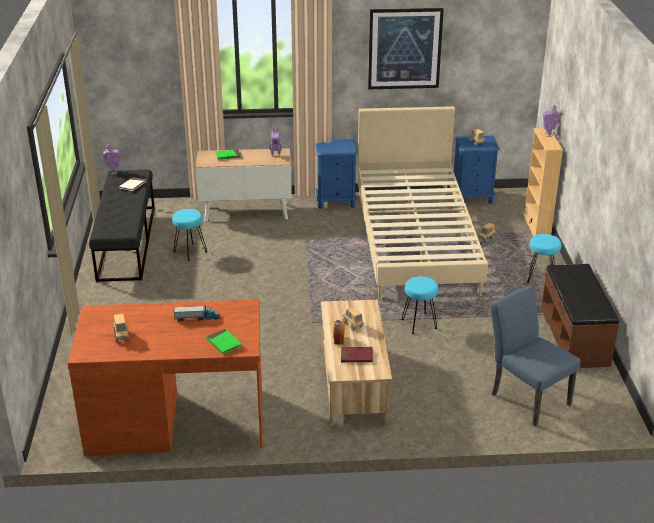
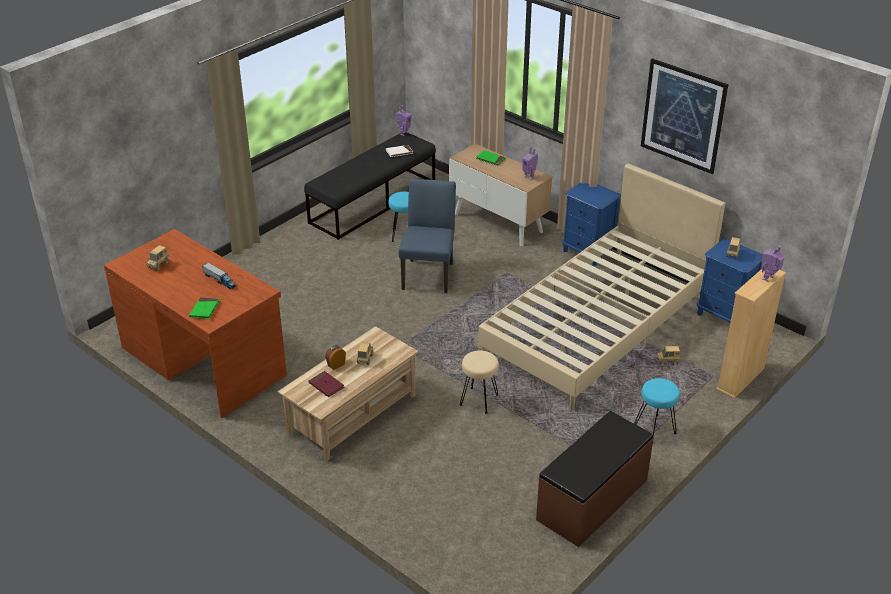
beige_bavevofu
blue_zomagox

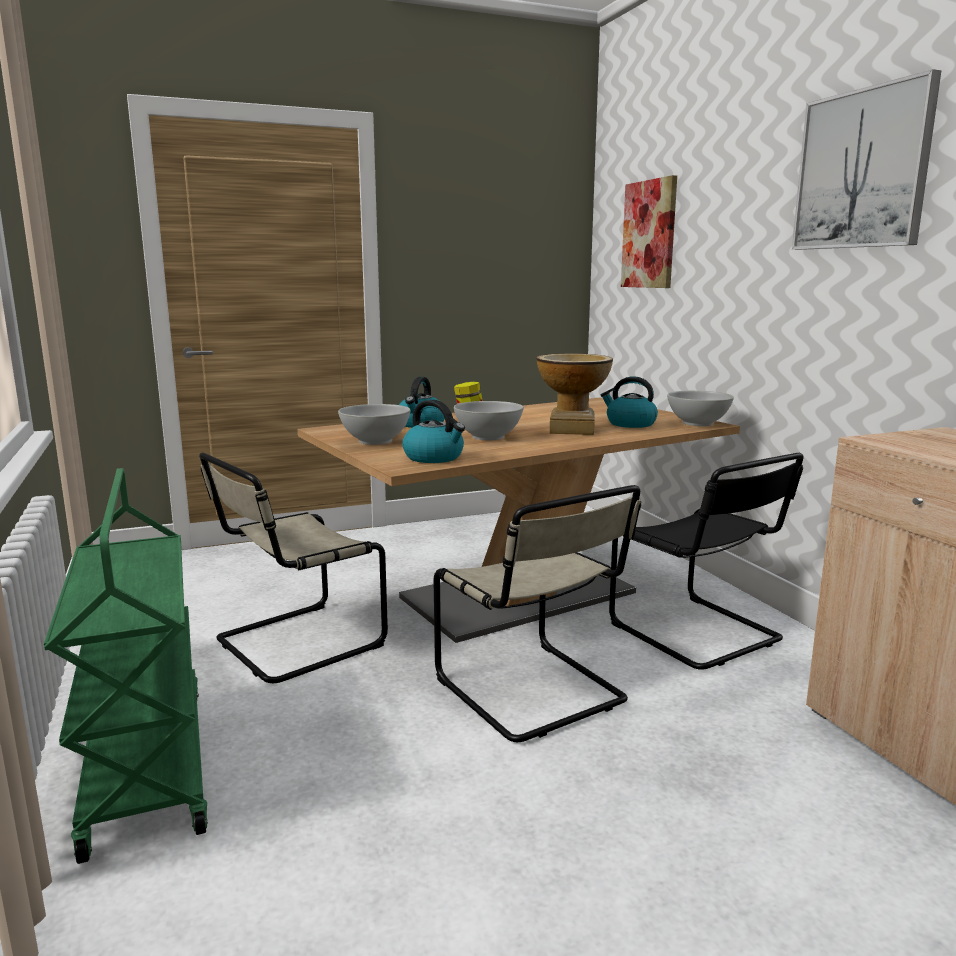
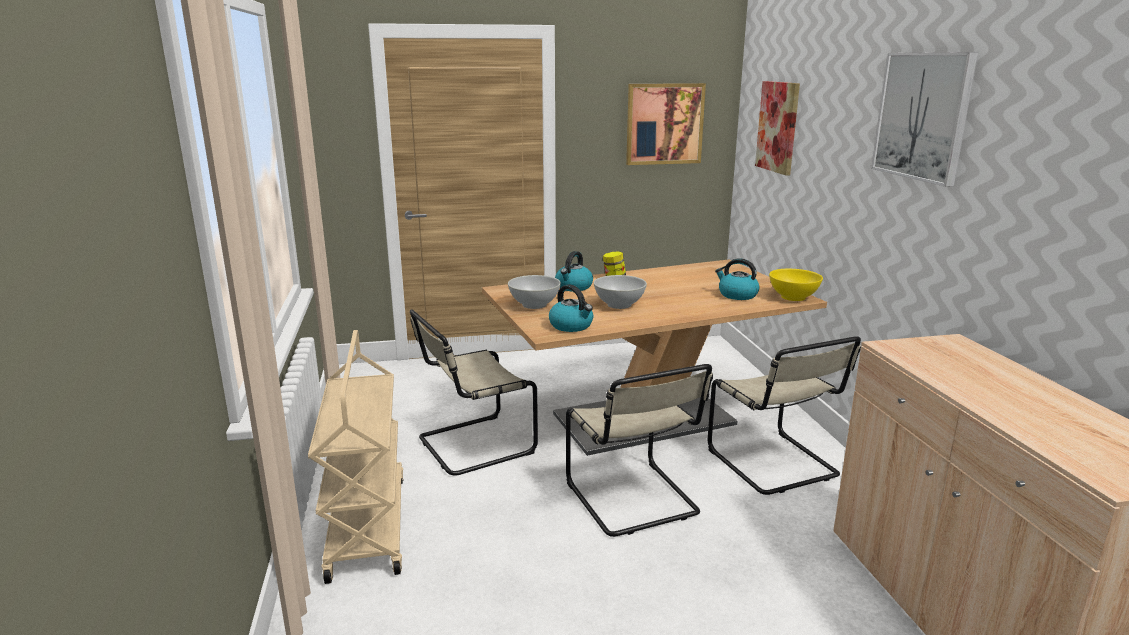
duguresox
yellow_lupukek
beige_zomagox (3rd from left)
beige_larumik
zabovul (1st from left)

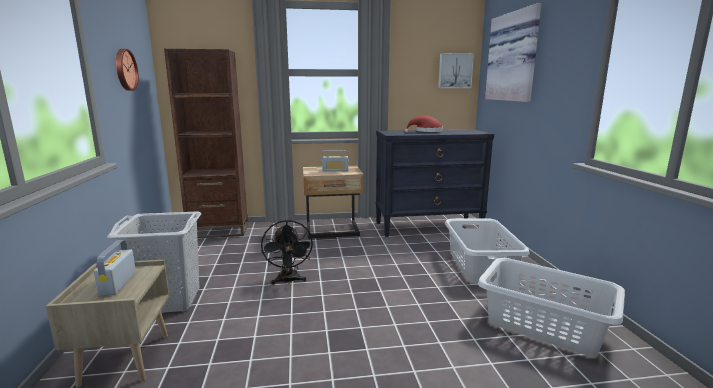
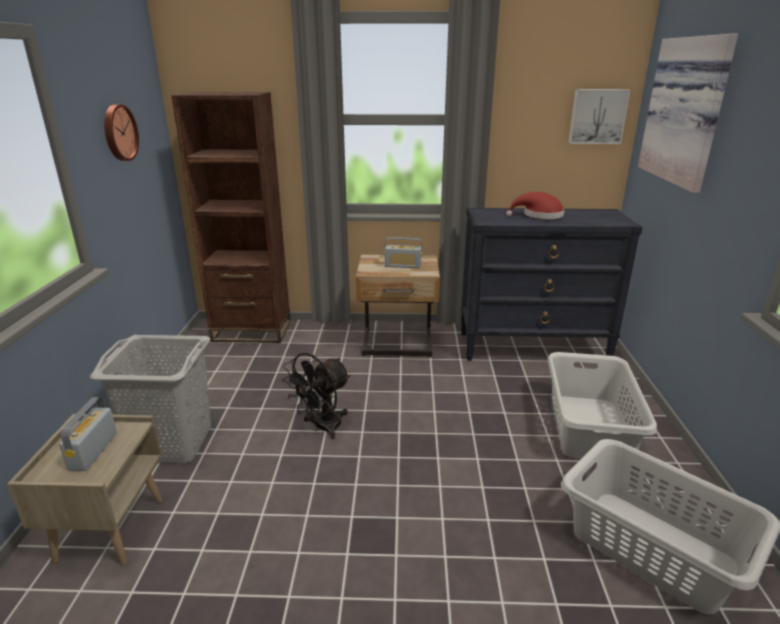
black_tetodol

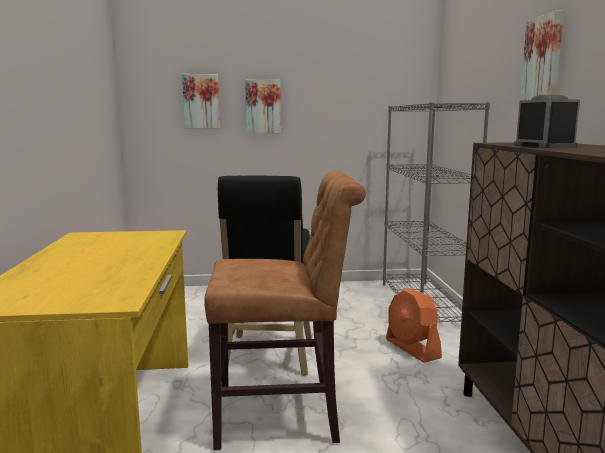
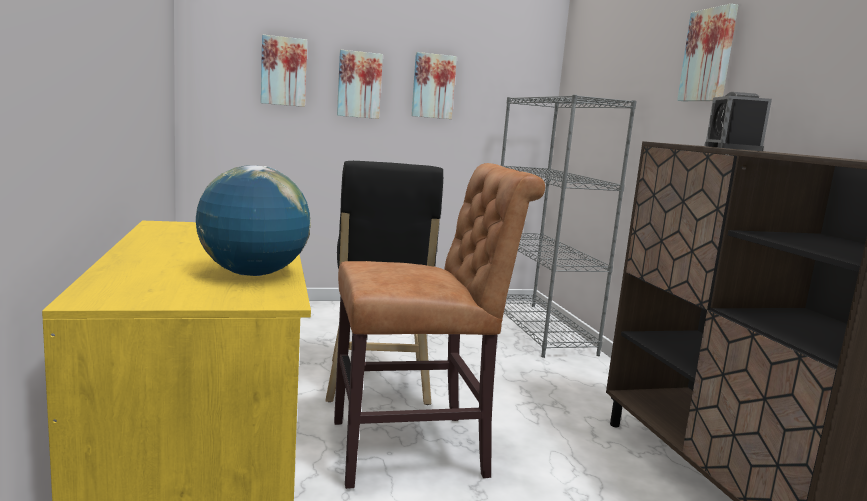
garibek
orange_tetodol
zabovul (3rd from left)
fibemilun

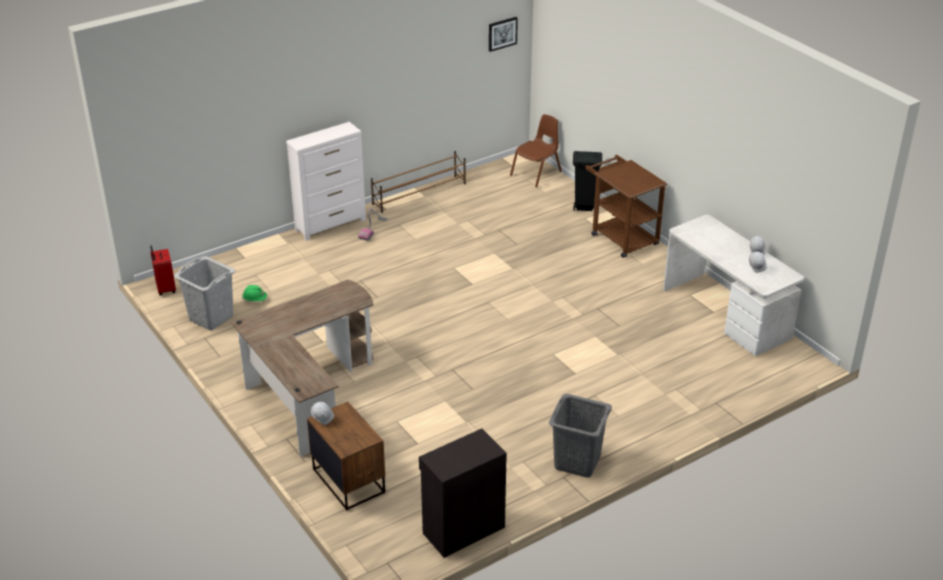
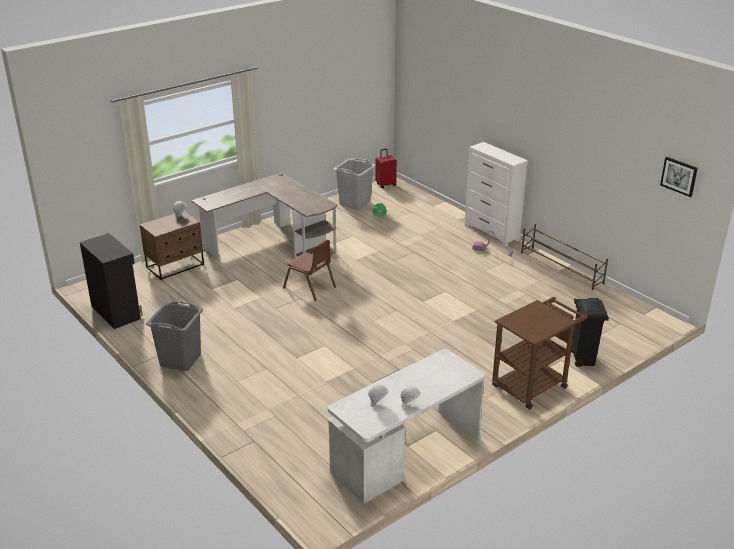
brown_zomagox

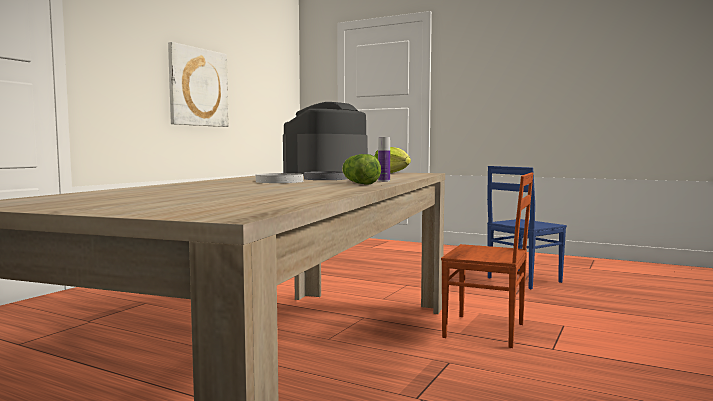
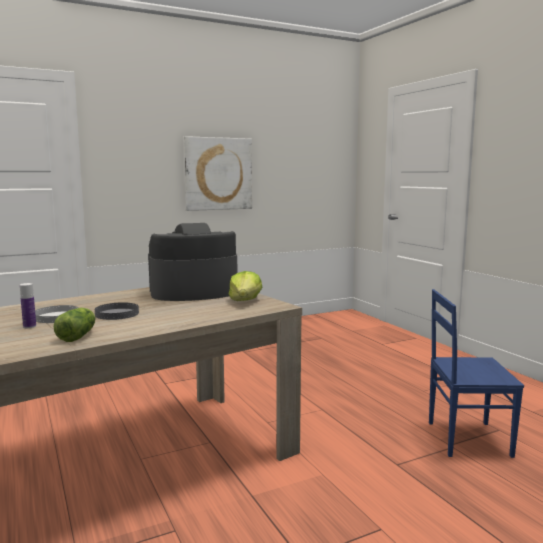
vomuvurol
brown_zomagox

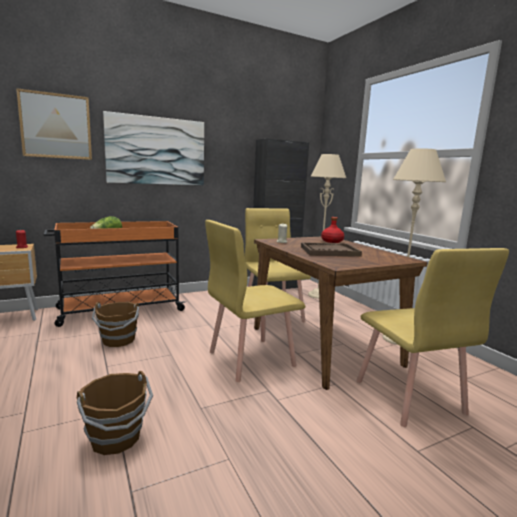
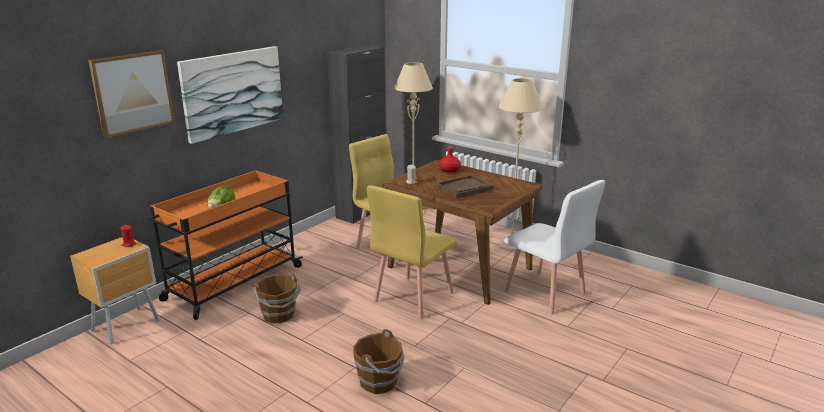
white_zomagox

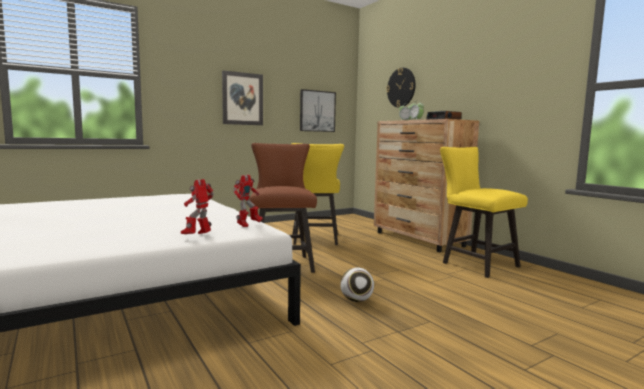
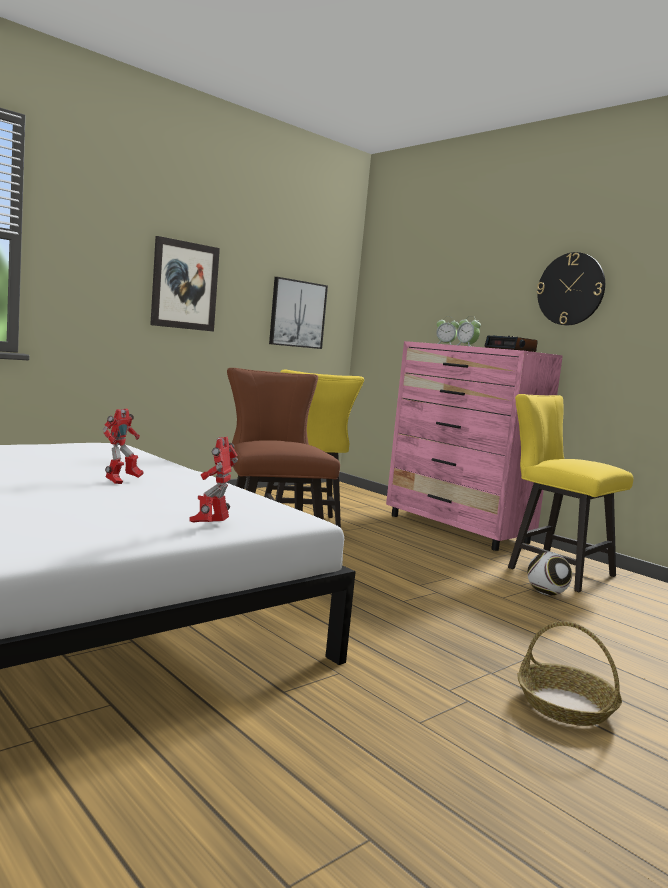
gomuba
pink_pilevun
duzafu (1st from left)
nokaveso
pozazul

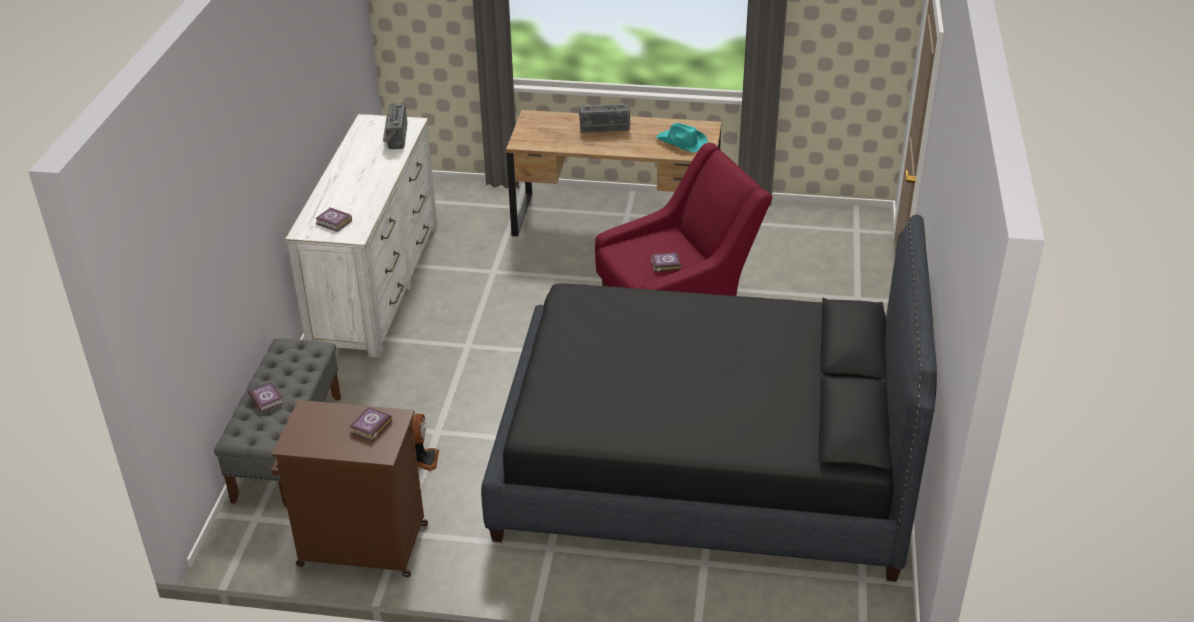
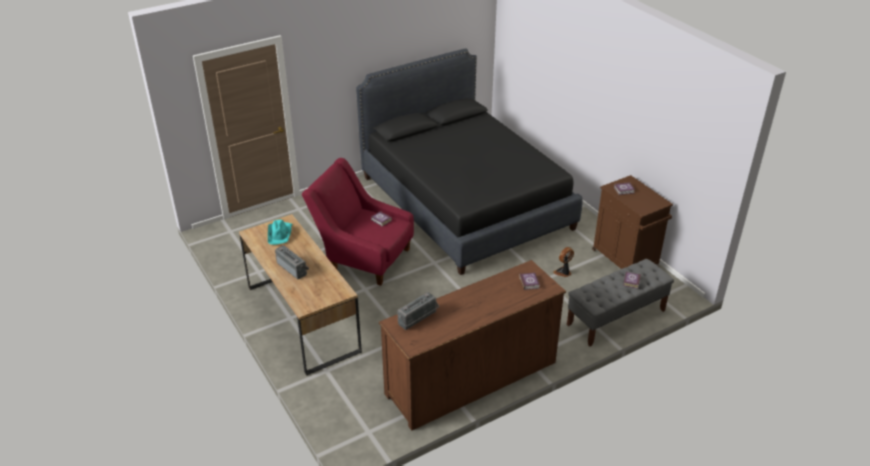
brown_pilevun

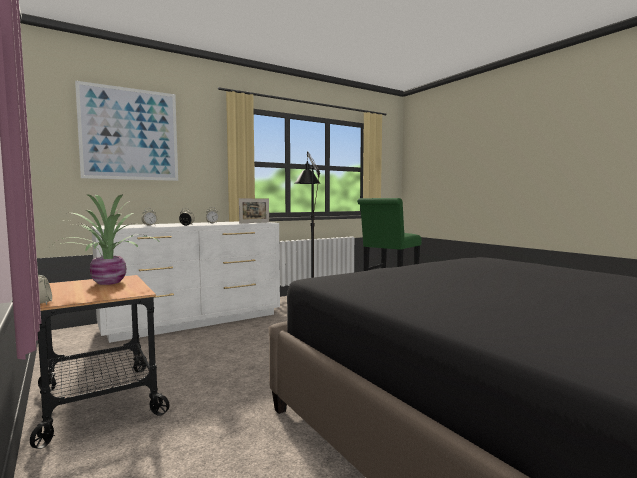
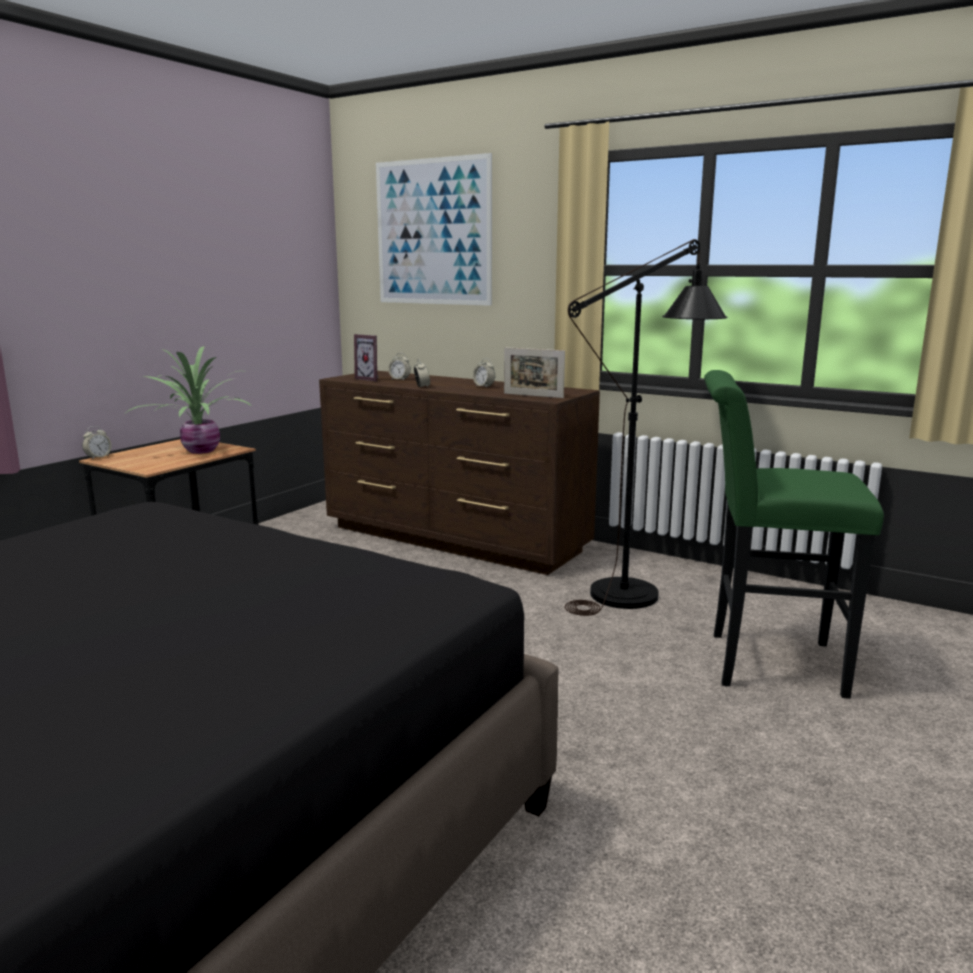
brown_pilevun
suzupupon (1st from left)

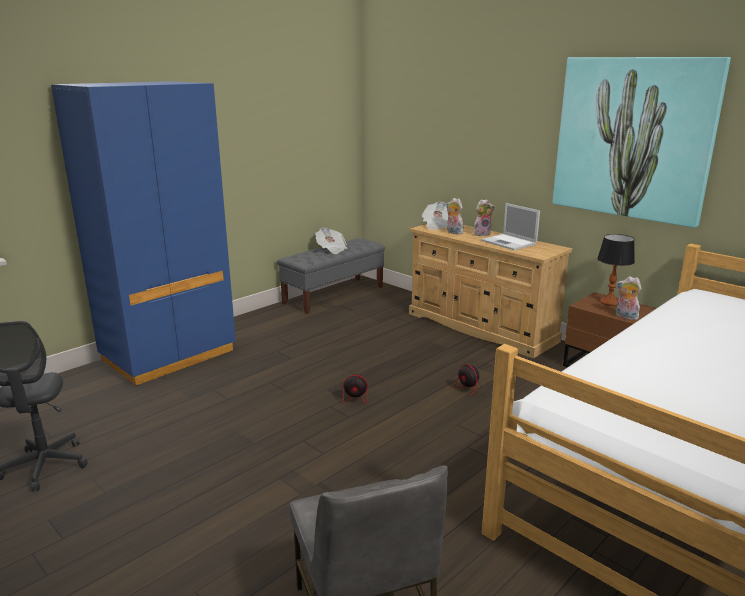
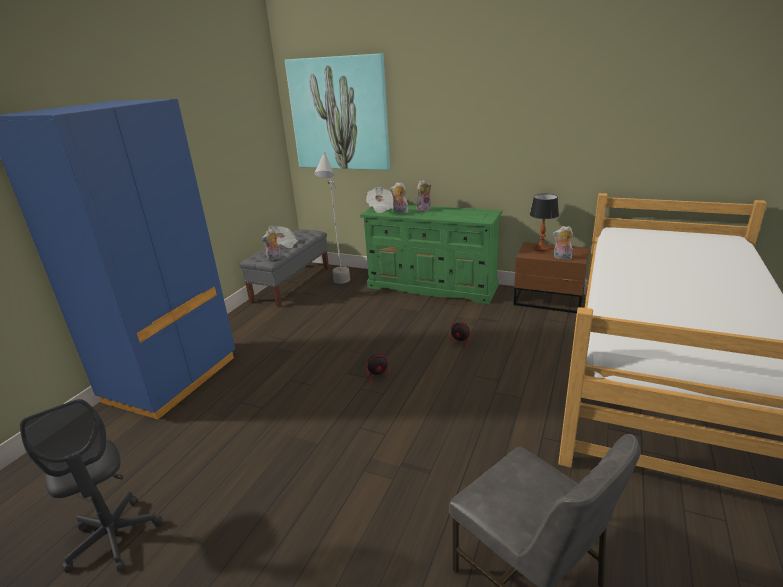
zabovul
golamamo
green_pilevun
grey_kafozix
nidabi (1st from left)

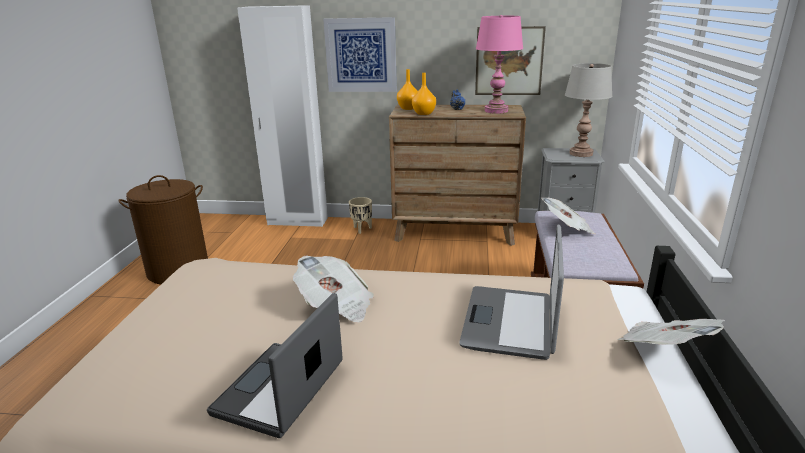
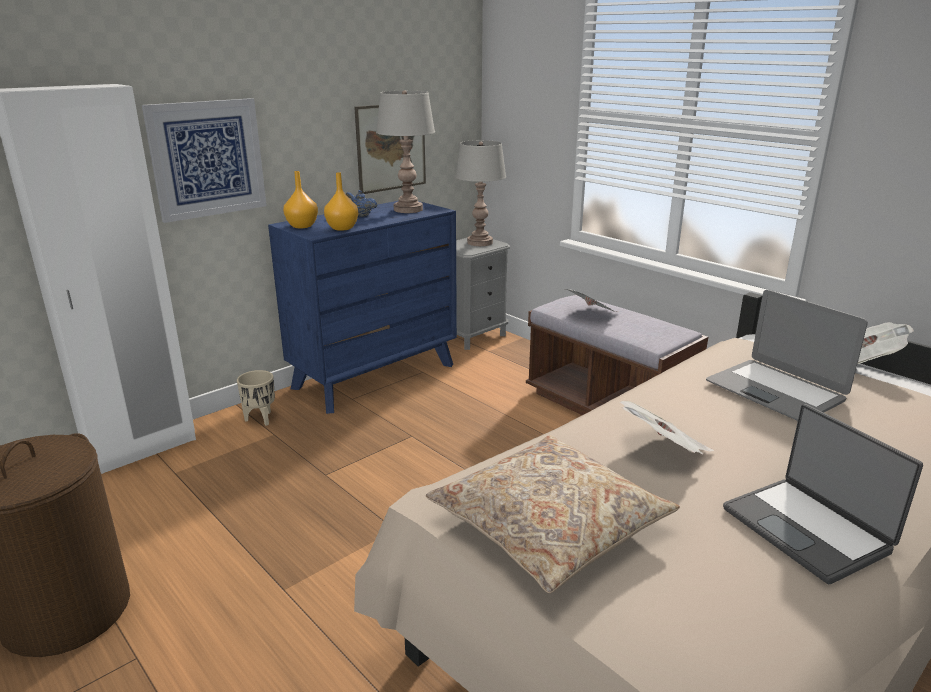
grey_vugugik (1st from left)
blue_pilevun
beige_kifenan

